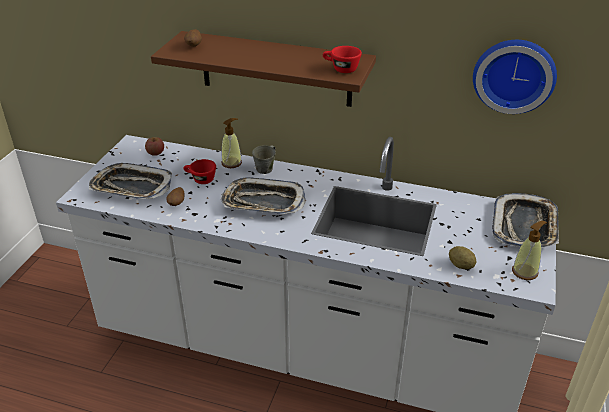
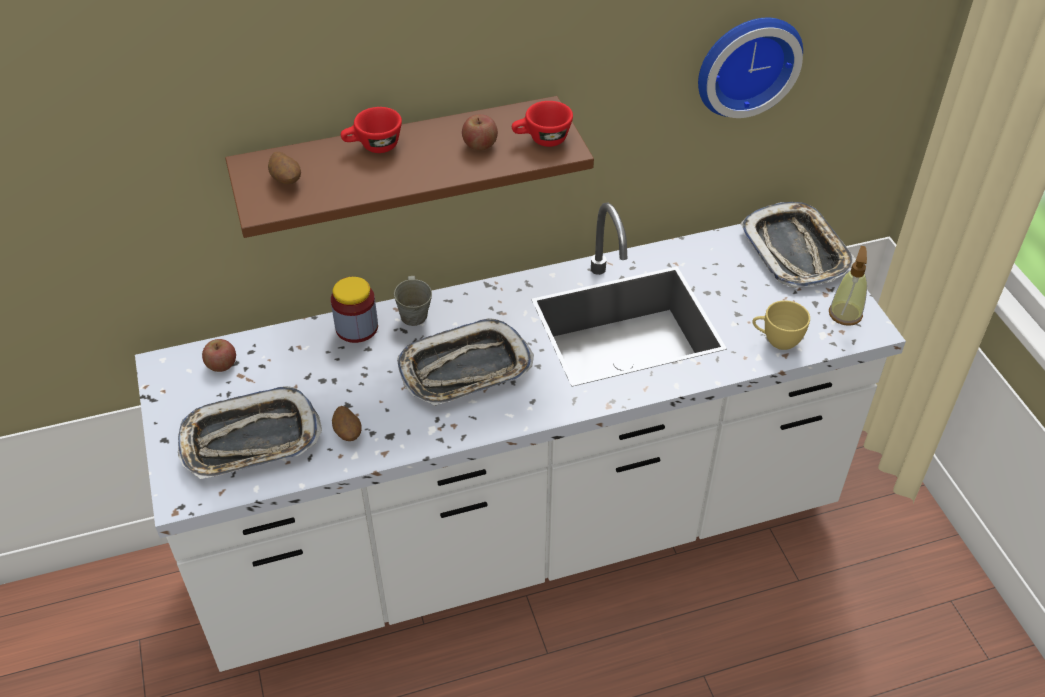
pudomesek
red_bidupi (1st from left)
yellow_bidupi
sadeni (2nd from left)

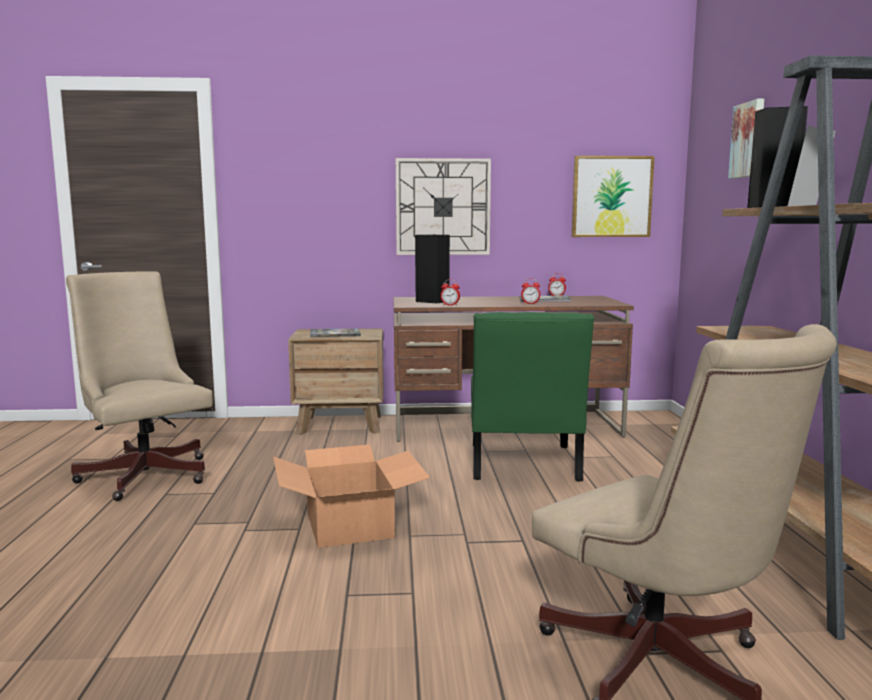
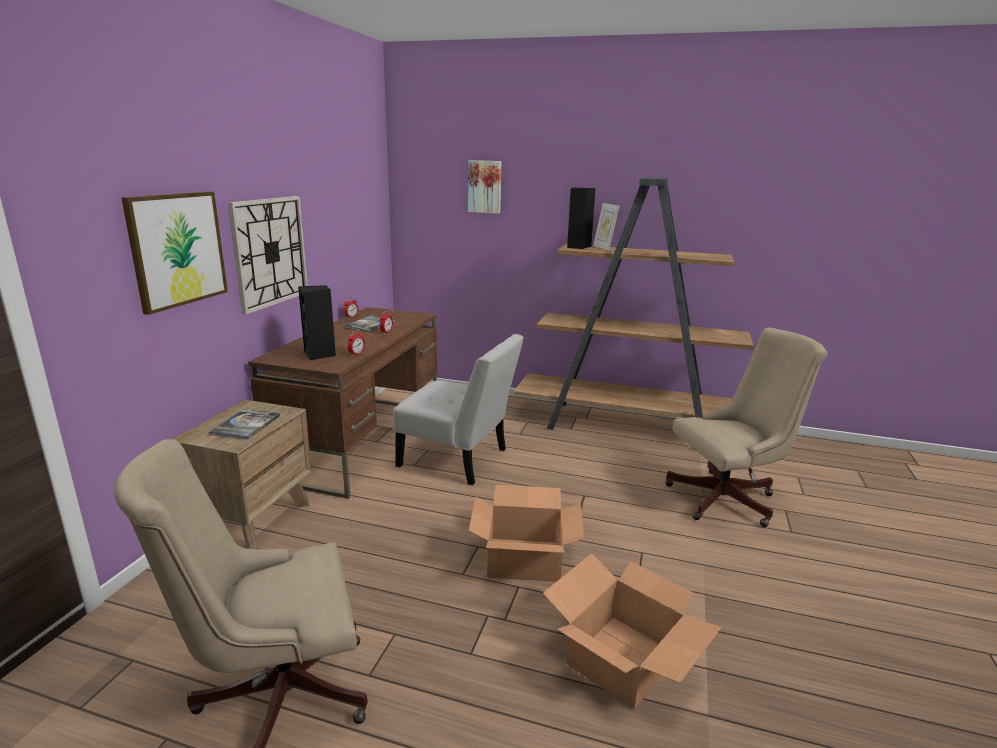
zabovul (1st from left)
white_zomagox
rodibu (2nd from left)

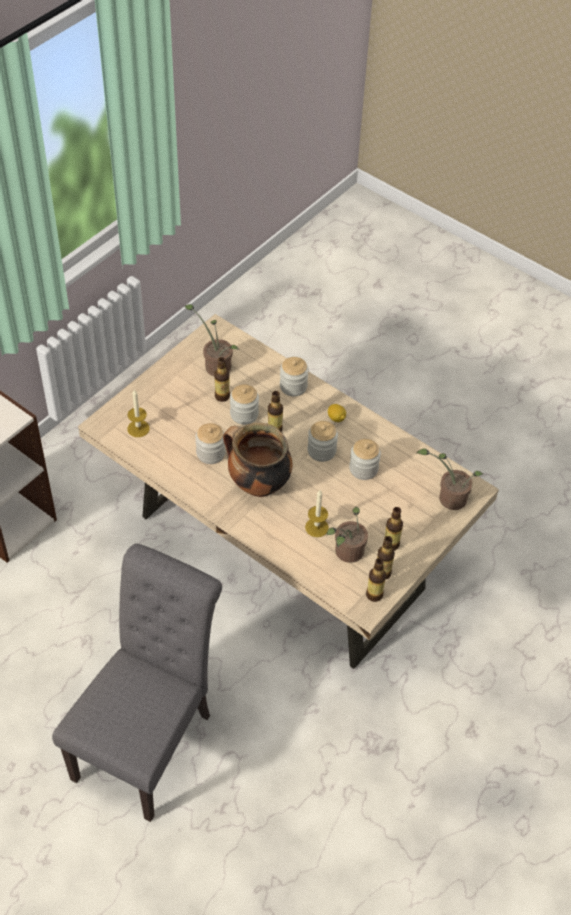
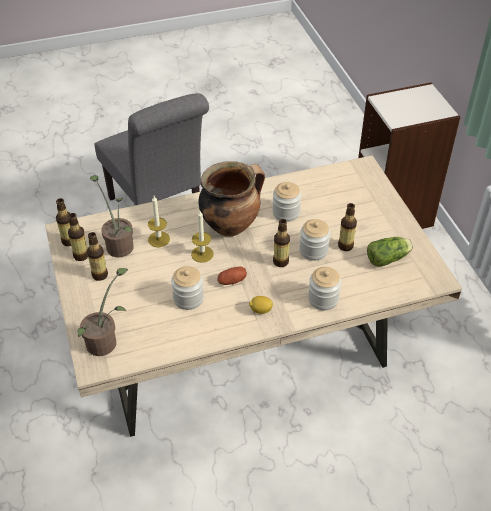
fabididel
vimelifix (2nd from left)
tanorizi

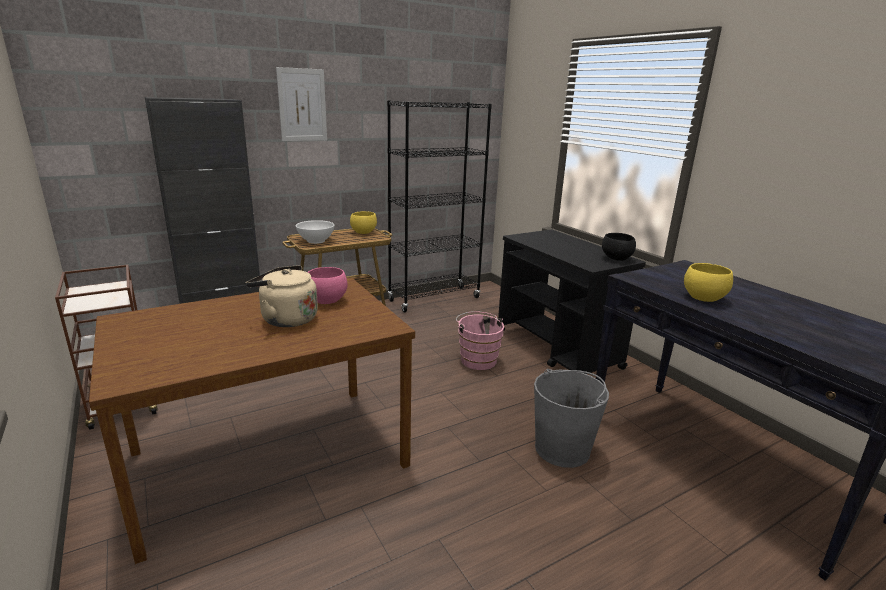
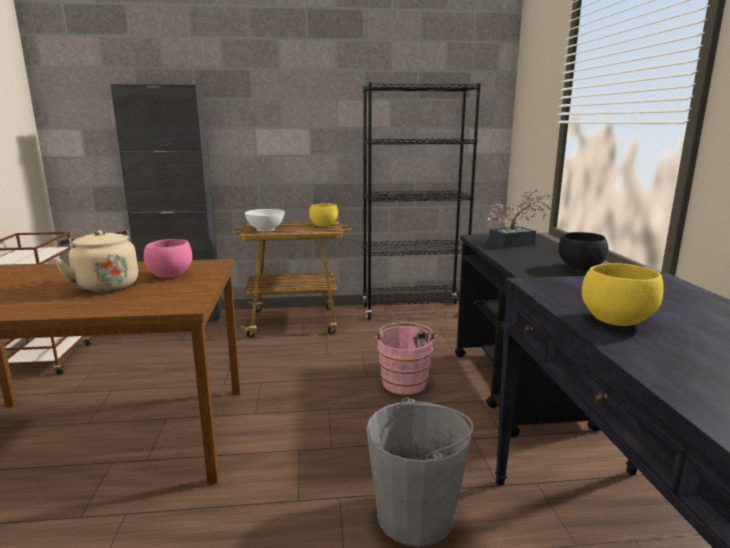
zabovul
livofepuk

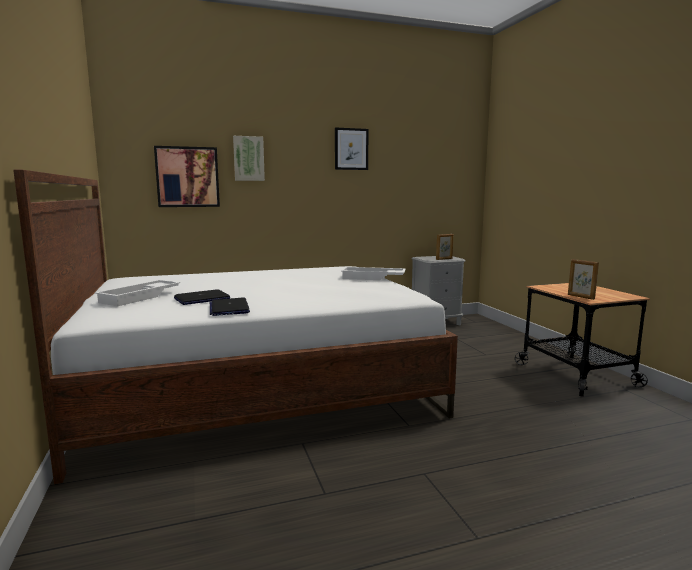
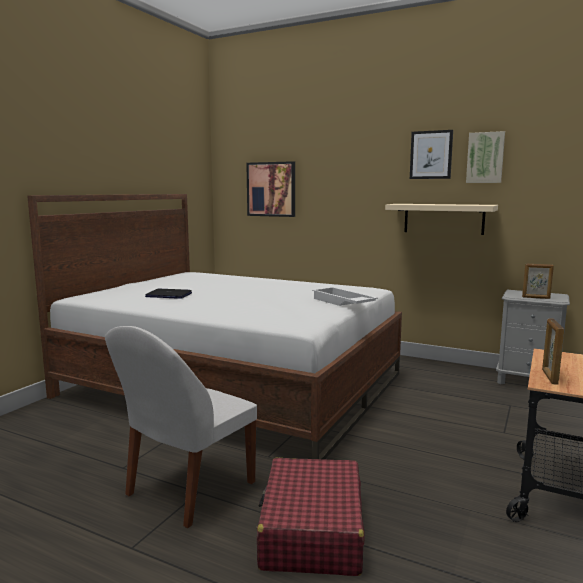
zabovul (3rd from left)
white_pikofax (1st from left in the first image)
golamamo (2nd from left in the first image)
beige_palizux
white_zomagox
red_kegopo

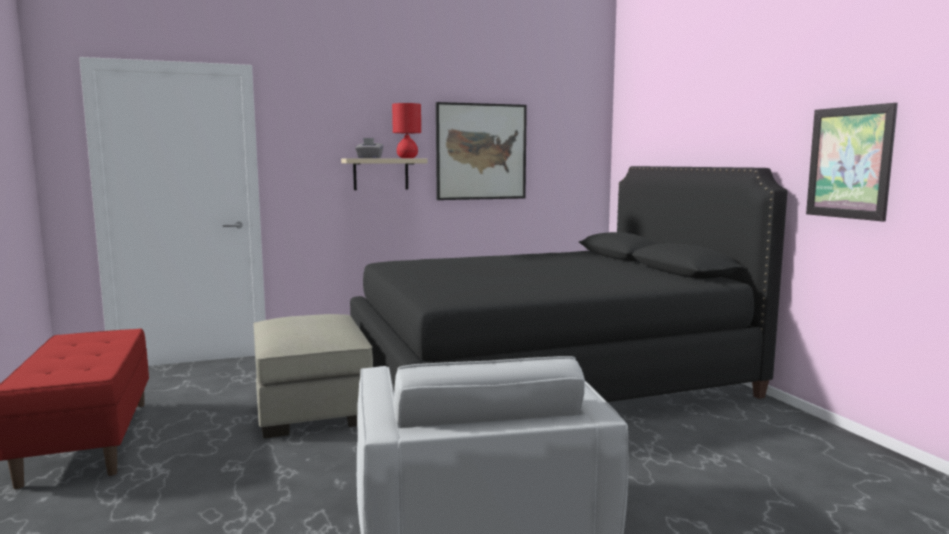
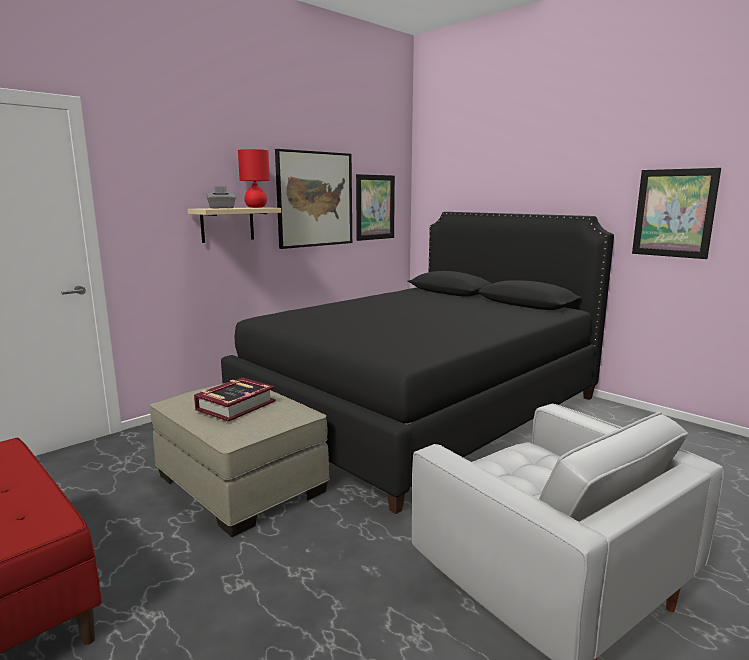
zabovul (2nd from left)
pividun

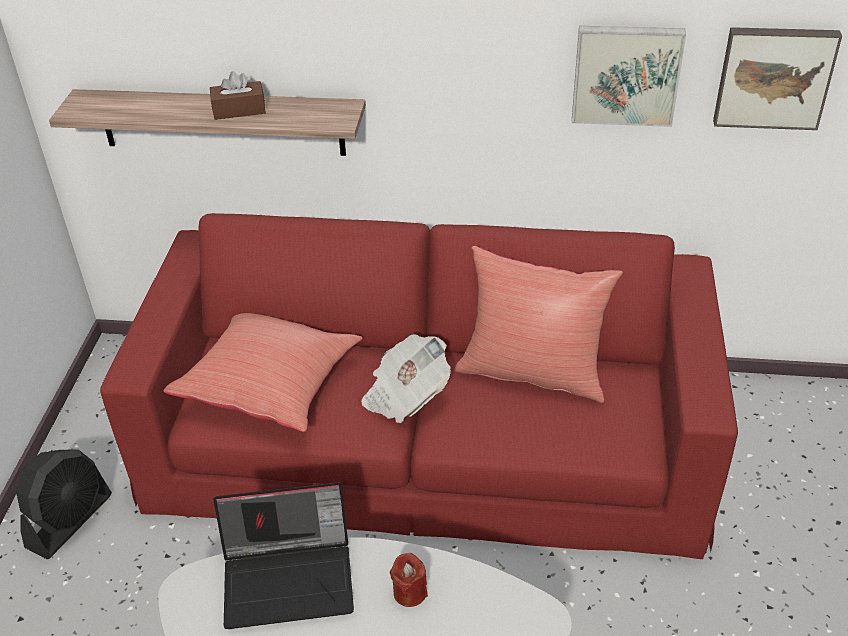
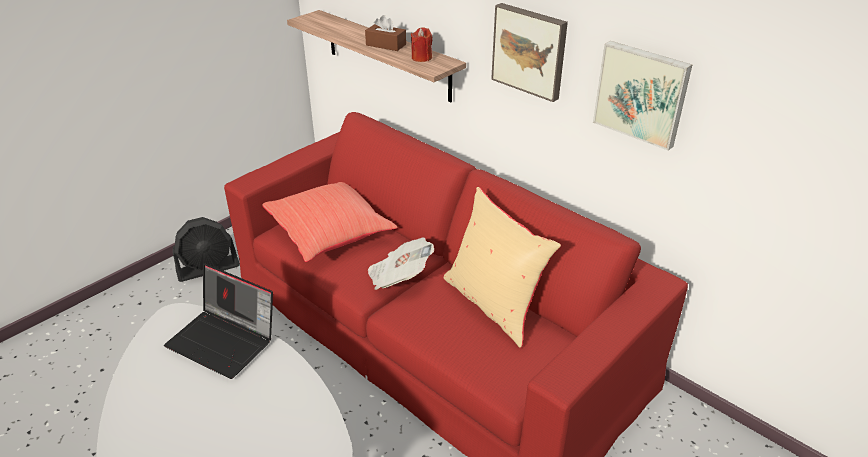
zabovul (1st from left)
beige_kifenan
red_vimelifix

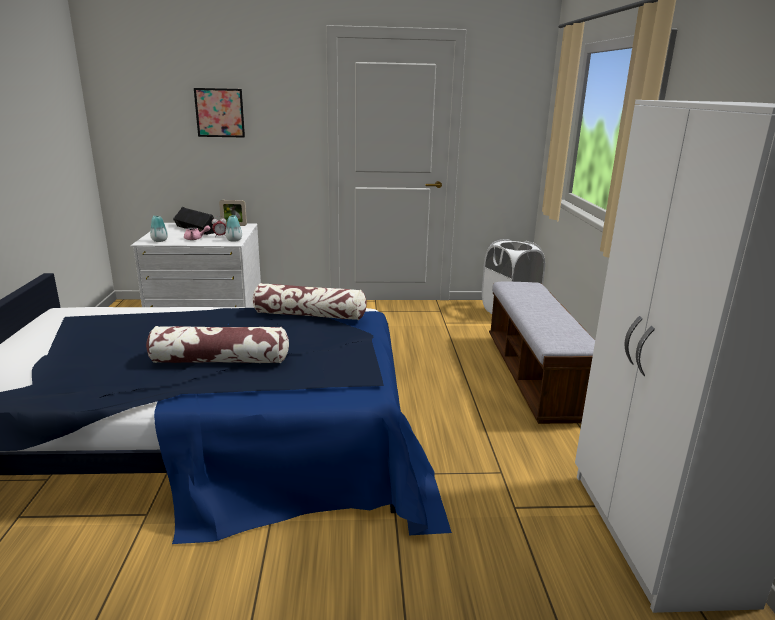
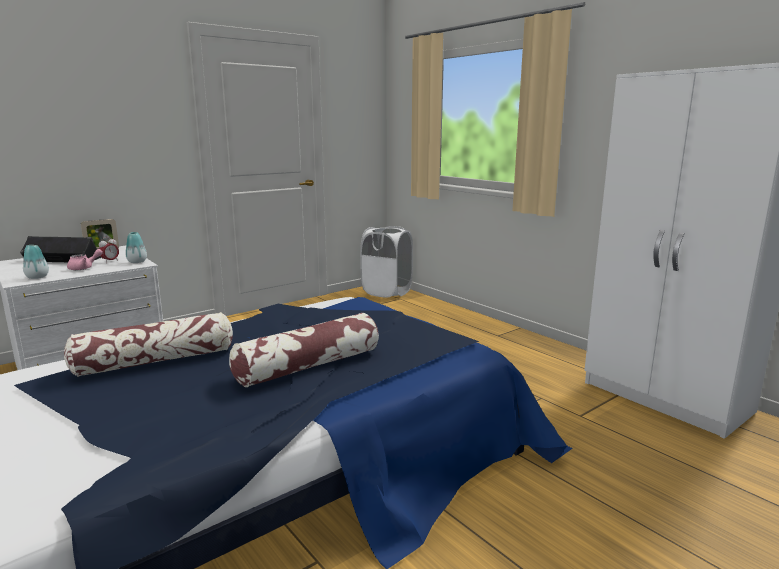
zabovul
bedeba
kifenan (1st from left)

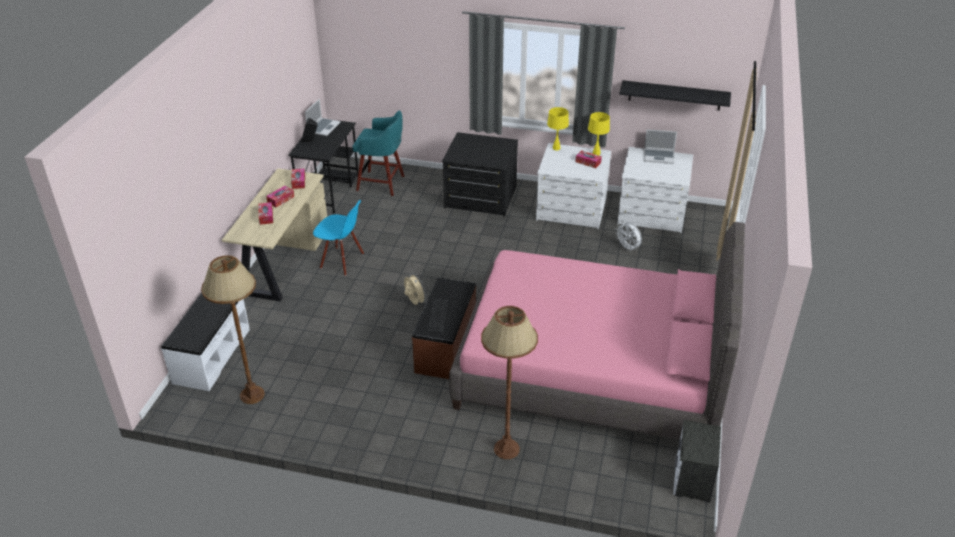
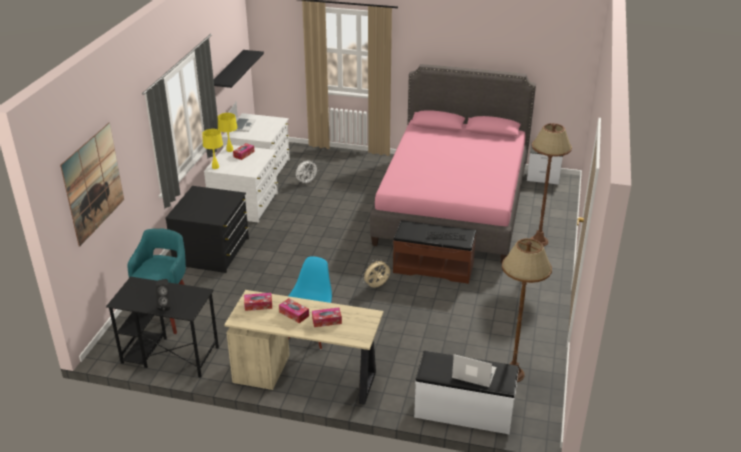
golamamo (2nd from left)
zabovul

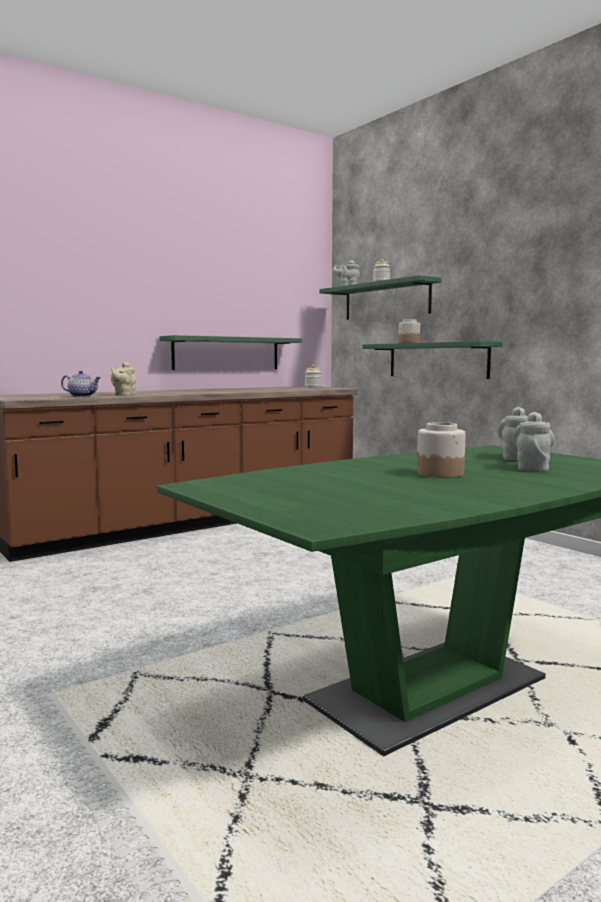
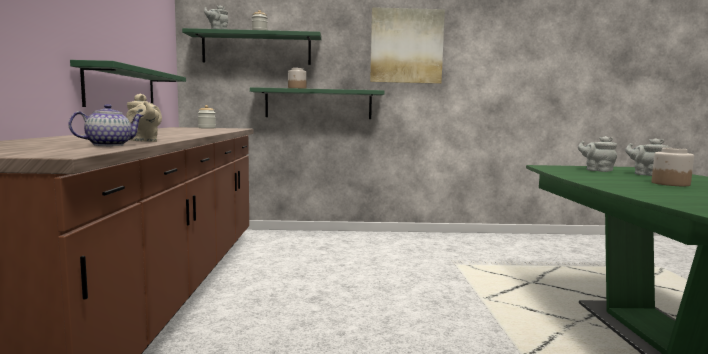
zabovul

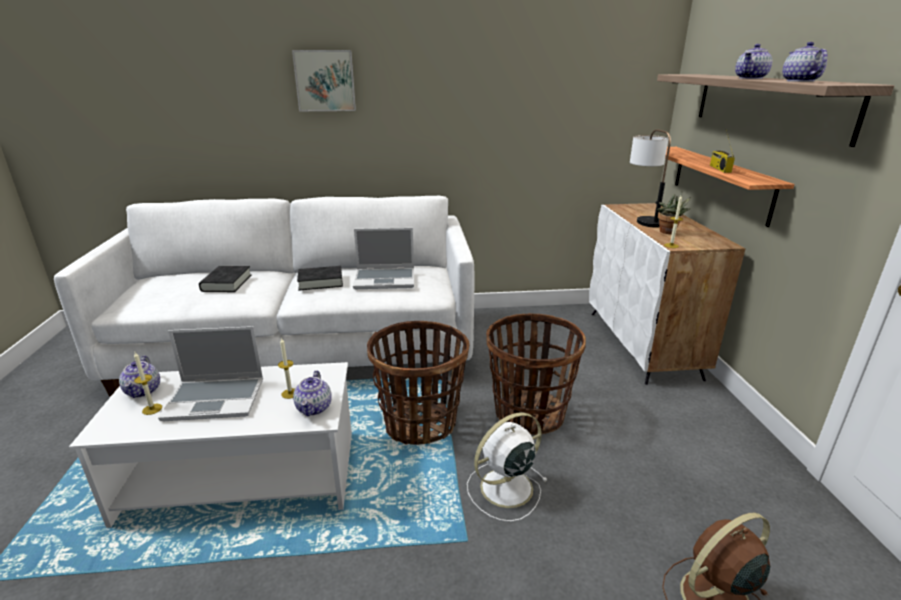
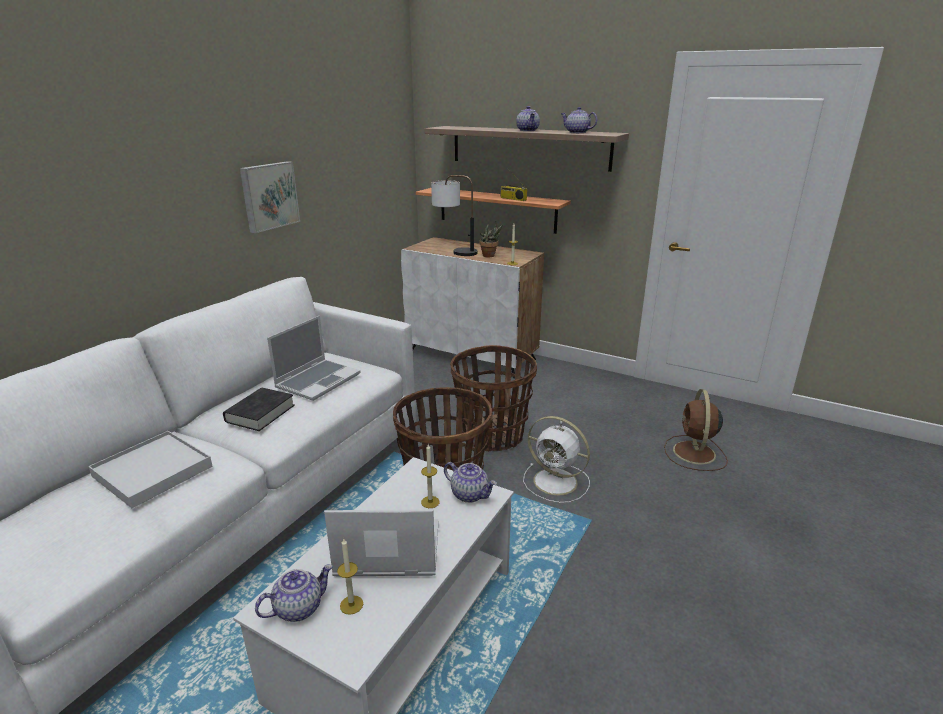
zabovul
white_pikofax
golamamo (2nd from left)
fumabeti (1st from left)
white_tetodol

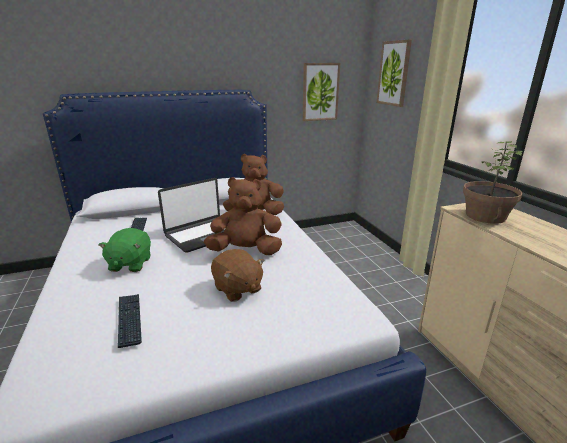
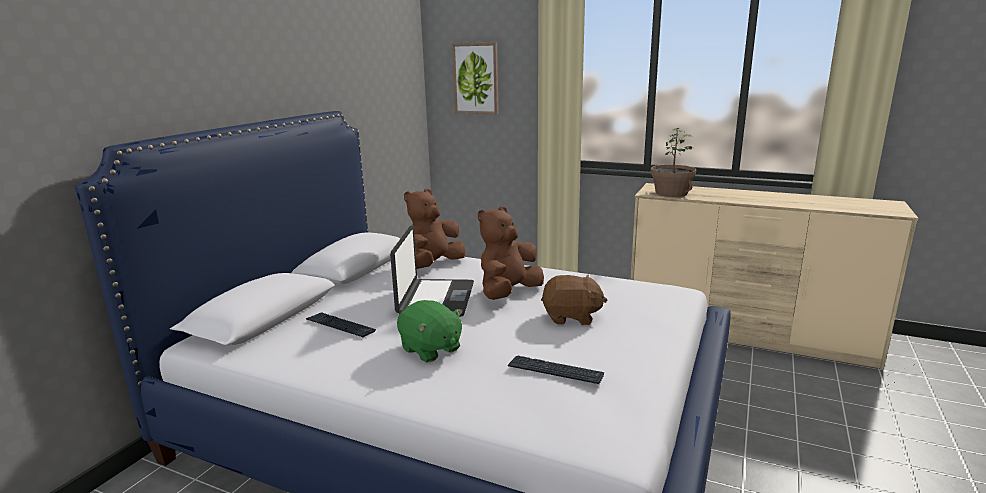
zabovul (1st from left in the first image)

